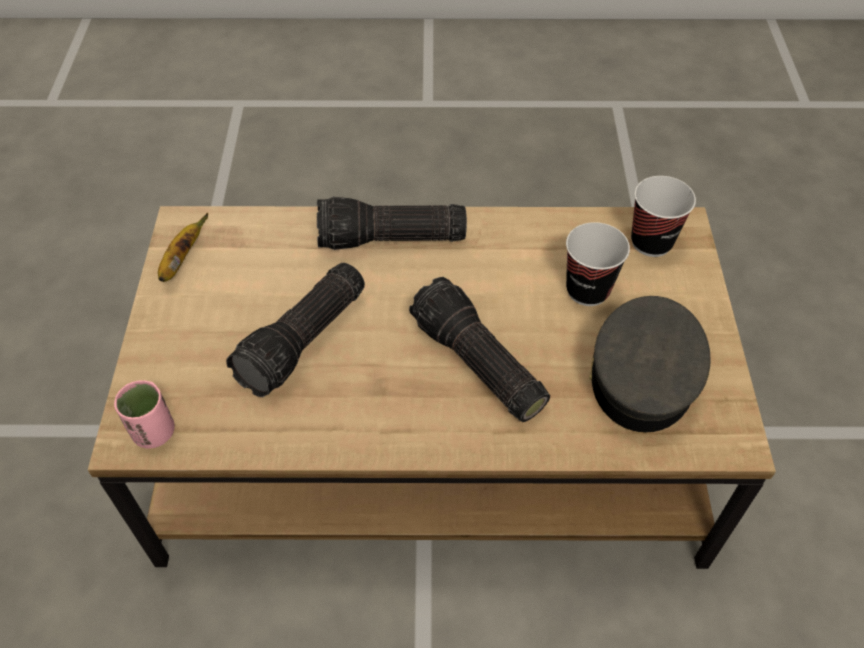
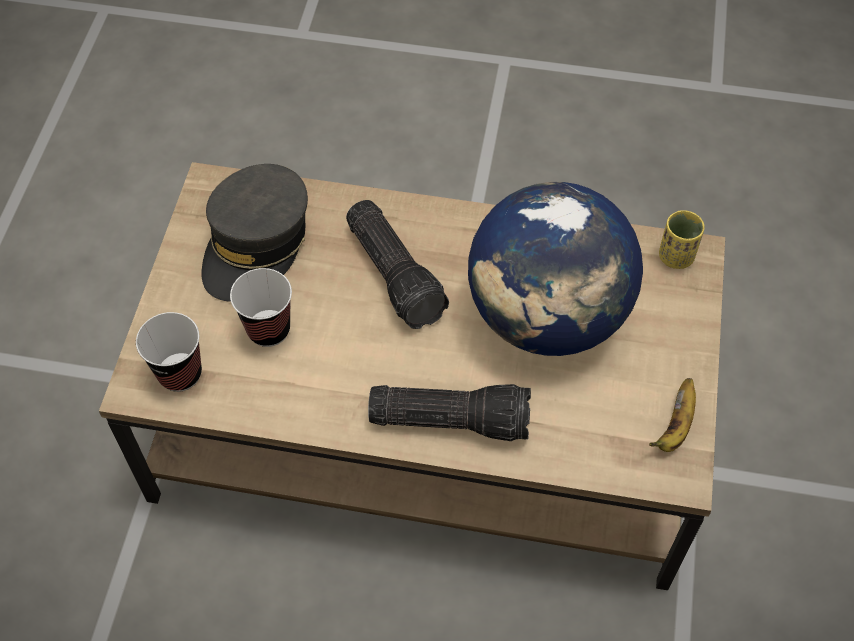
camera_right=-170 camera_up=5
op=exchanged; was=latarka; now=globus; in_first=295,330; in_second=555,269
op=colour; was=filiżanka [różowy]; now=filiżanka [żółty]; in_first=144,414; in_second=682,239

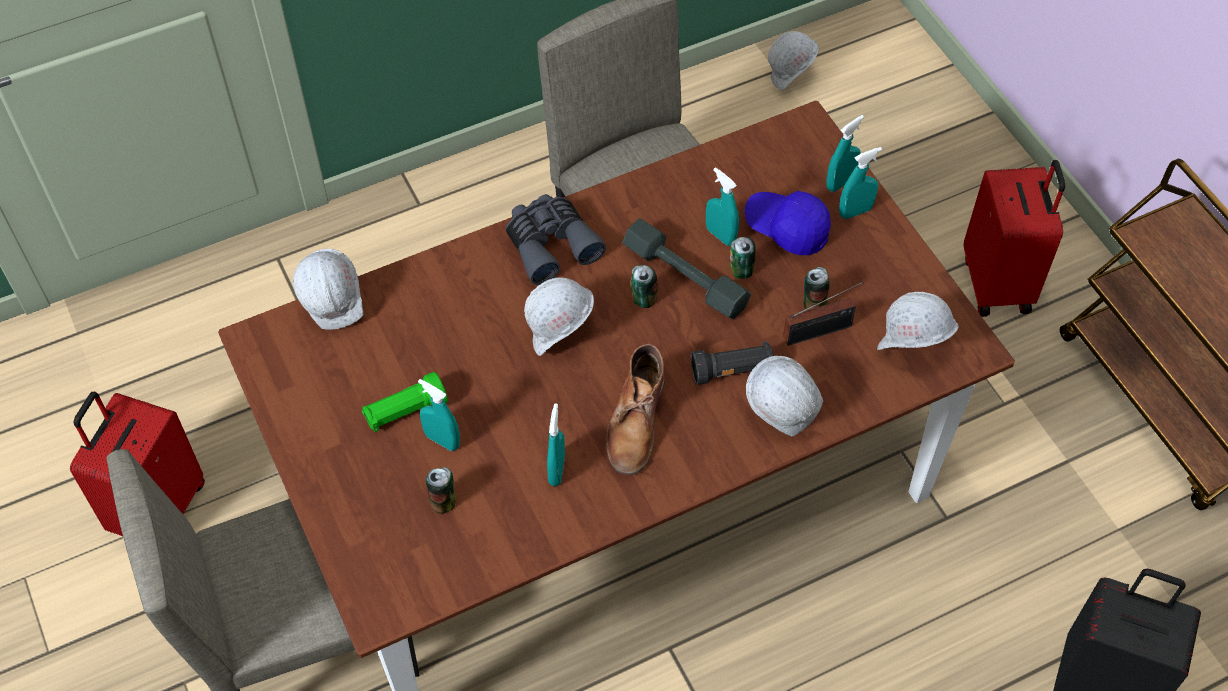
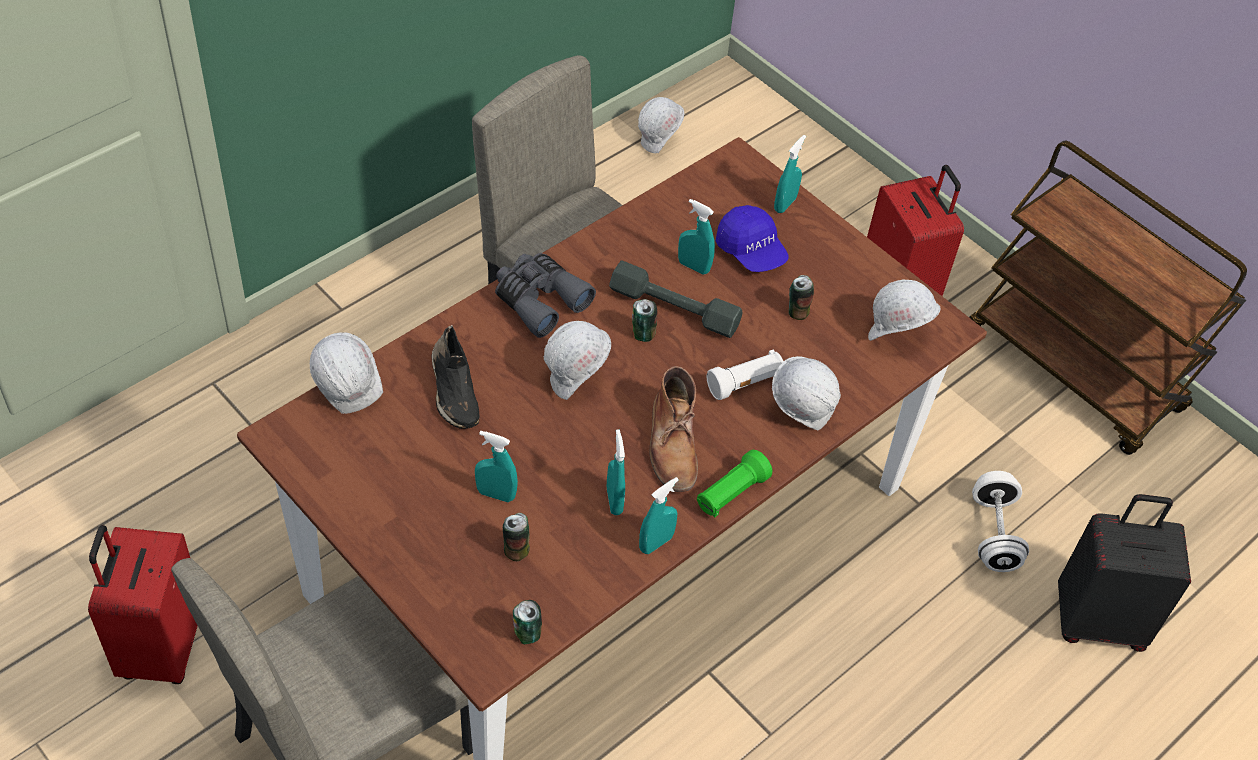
camera_right=-20 camera_up=-5
op=appeared; now=but [czarny]; in_second=455,377
op=relocated; was=puszka; in_first=743,258; in_second=527,622
op=relocated; was=spryskiwacz [turkusowy]; in_first=860,183; in_second=659,515
op=relocated; was=latarka [zielony]; in_first=405,402; in_second=734,483
op=colour; was=latarka [czarny]; now=latarka [biały]; in_first=732,363; in_second=745,375
op=spun; was=czapka z daszkiem [niebieski]; in_first=788,223; in_second=752,238; clockwise=-135
op=appeared; now=hantel [biały]; in_second=1000,521
op=missing; was=radio; in_first=823,313

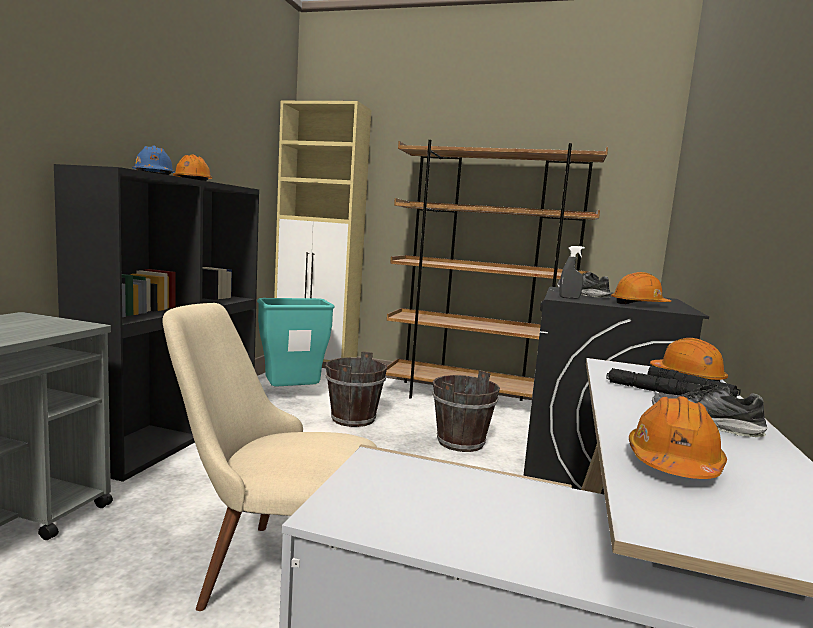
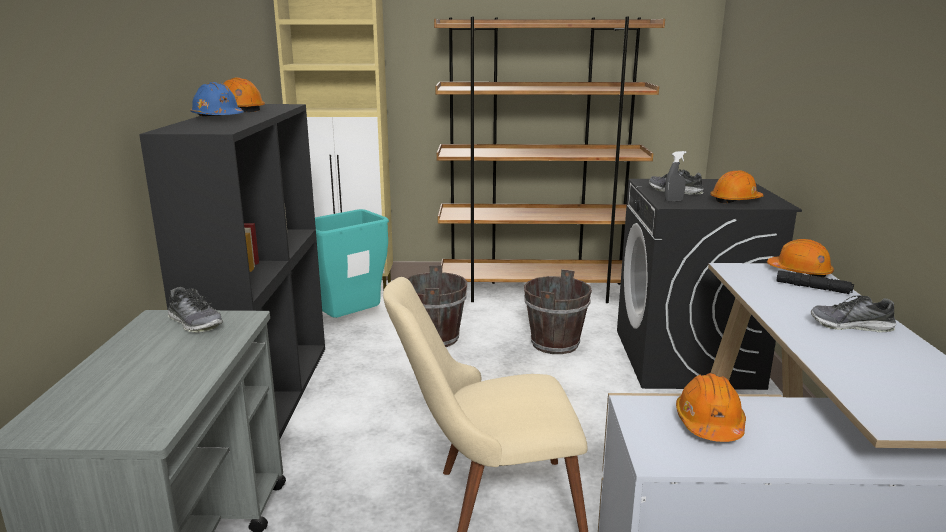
camera_right=-15 camera_up=10
op=appeared; now=but; in_second=195,310
op=relocated; was=kask [pomarańczowy]; in_first=678,437; in_second=711,407
op=missing; was=latarka [czarny]; in_first=653,381

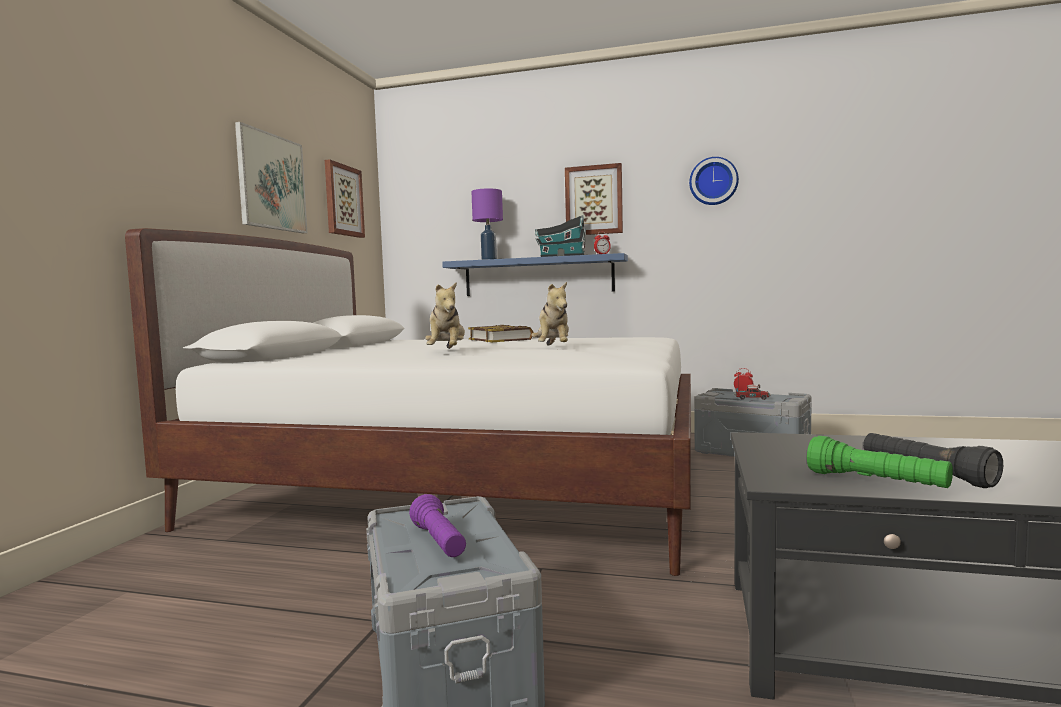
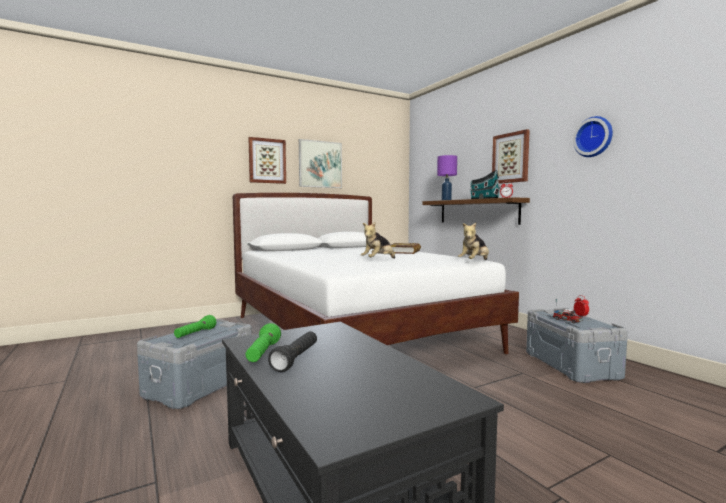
camera_right=45 camera_up=0
op=colour; was=latarka [fioletowy]; now=latarka [zielony]; in_first=437,525; in_second=195,326
op=relocated; was=obraz; in_first=345,198; in_second=267,160
op=colour; was=półka [niebieski]; now=półka [brązowy]; in_first=535,274; in_second=476,211
op=relocated; was=pluszak; in_first=445,315; in_second=473,241

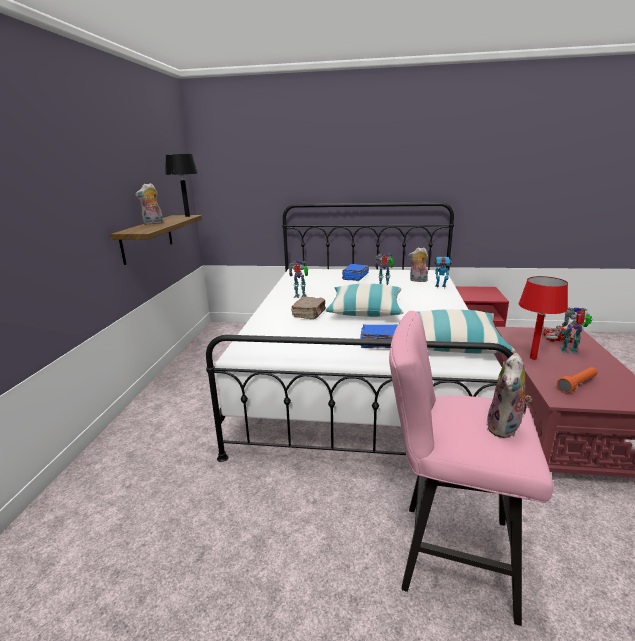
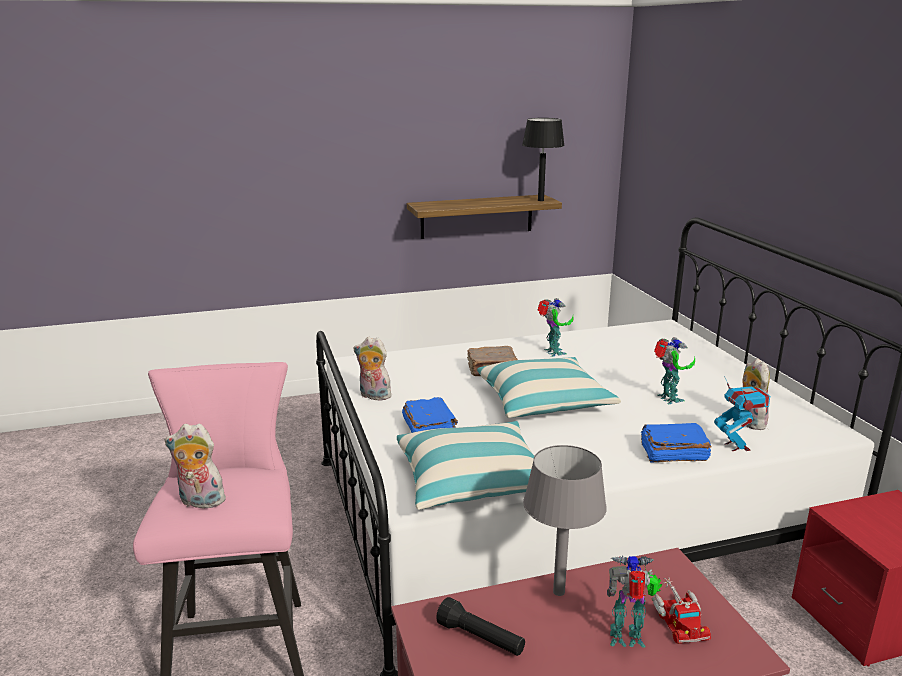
camera_right=65 camera_up=0
op=relocated; was=pluszak; in_first=149,204; in_second=373,368
op=colour; was=latarka [pomarańczowy]; now=latarka [czarny]; in_first=577,380; in_second=480,626
op=colour; was=lampa stołowa [czerwony]; now=lampa stołowa [szary]; in_first=543,318; in_second=565,520
op=spun; was=robot zabawkowy; in_first=576,331; in_second=634,601; clockwise=-75
op=relocated; was=książka [niebieski]; in_first=355,272; in_second=676,442

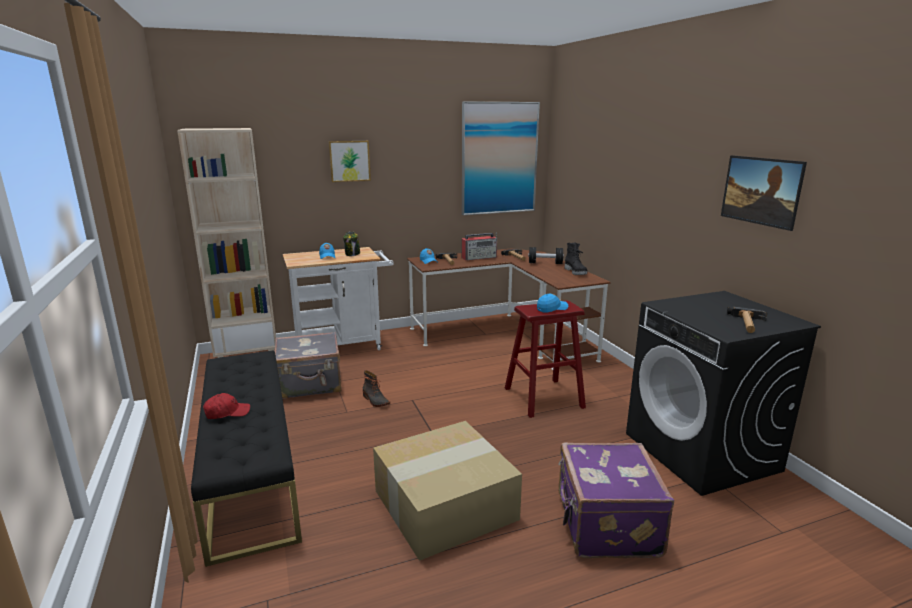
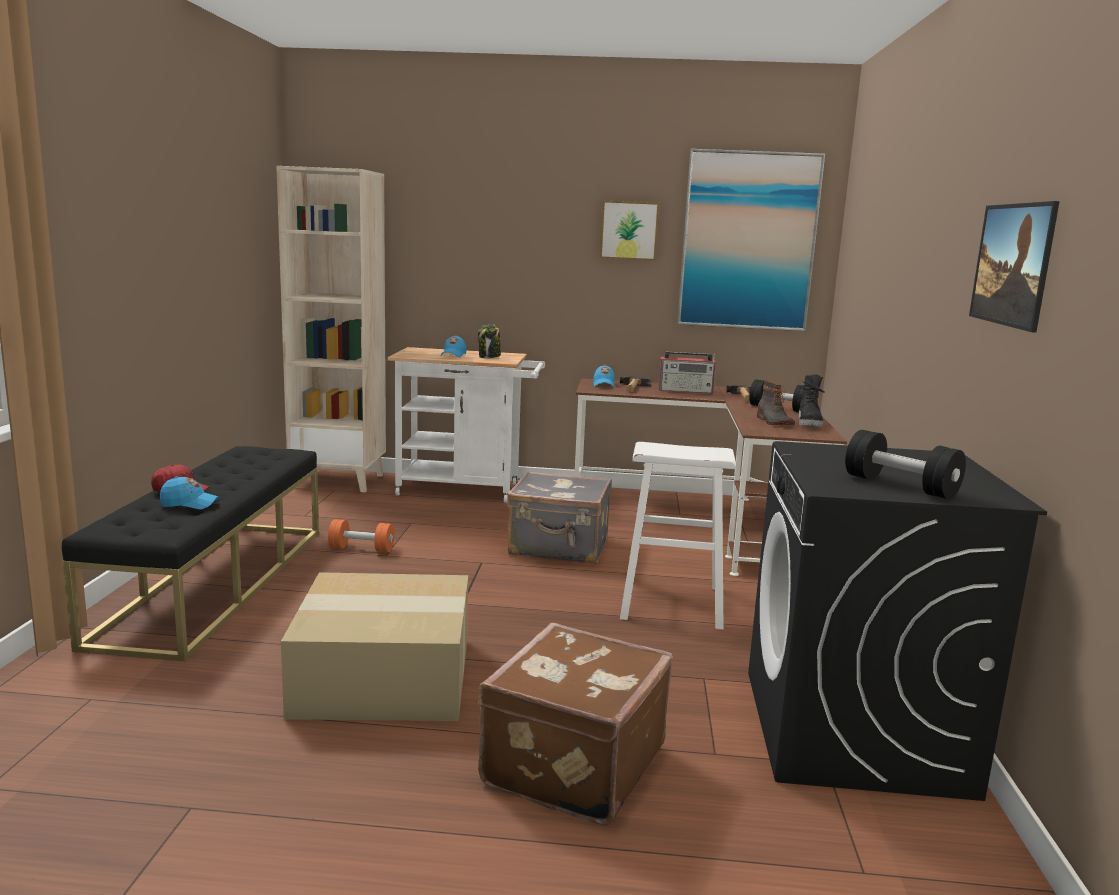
camera_right=25 camera_up=-5
op=relocated; was=czapka z daszkiem [niebieski]; in_first=552,303; in_second=190,492
op=appeared; now=hantel [pomarańczowy]; in_second=361,535
op=colour; was=walizka [fioletowy]; now=walizka [brązowy]; in_first=616,500; in_second=575,724
op=relocated; was=walizka [szary]; in_first=307,365; in_second=559,517
op=relocated; was=obraz; in_first=349,161; in_second=630,230
op=colour; was=stołek [czerwony]; now=stołek [biały]; in_first=545,359; in_second=678,536
op=relocated; was=but z cholewką; in_first=376,388; in_second=776,402
op=exchanged; was=młotek; now=hantel [czarny]; in_first=747,319; in_second=905,464

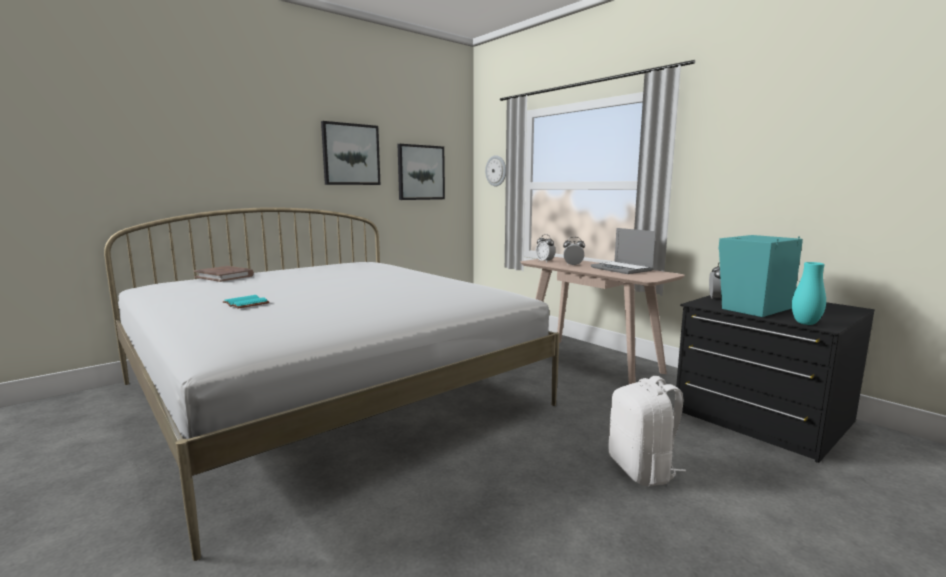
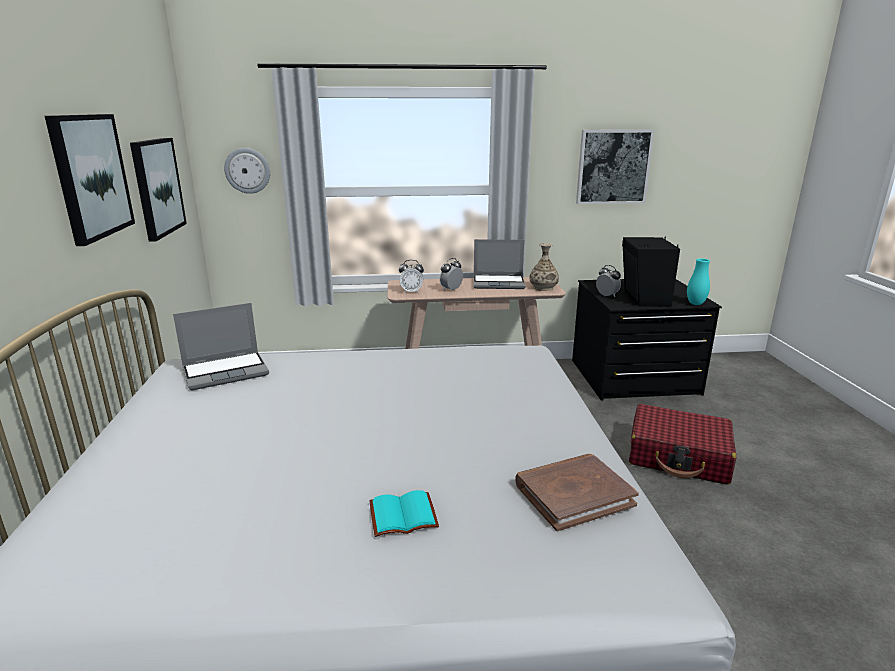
camera_right=-55 camera_up=10
op=appeared; now=laptop; in_second=221,346
op=relocated; was=książka [brązowy]; in_first=224,274; in_second=577,492
op=appeared; now=wazon; in_second=544,267
op=appeared; now=obraz; in_second=615,166
op=colour; was=głośnik [turkusowy]; now=głośnik [czarny]; in_first=760,276; in_second=651,271
op=exchanged; was=plecak [biały]; now=walizka [czerwony]; in_first=647,431; in_second=682,444

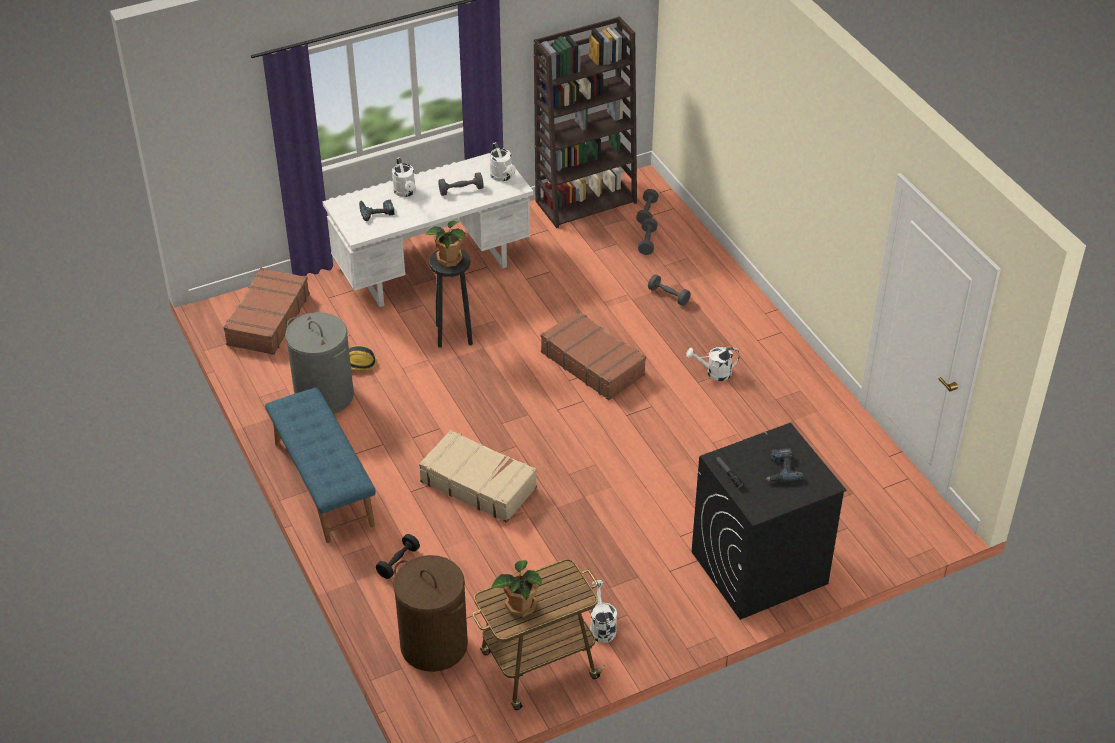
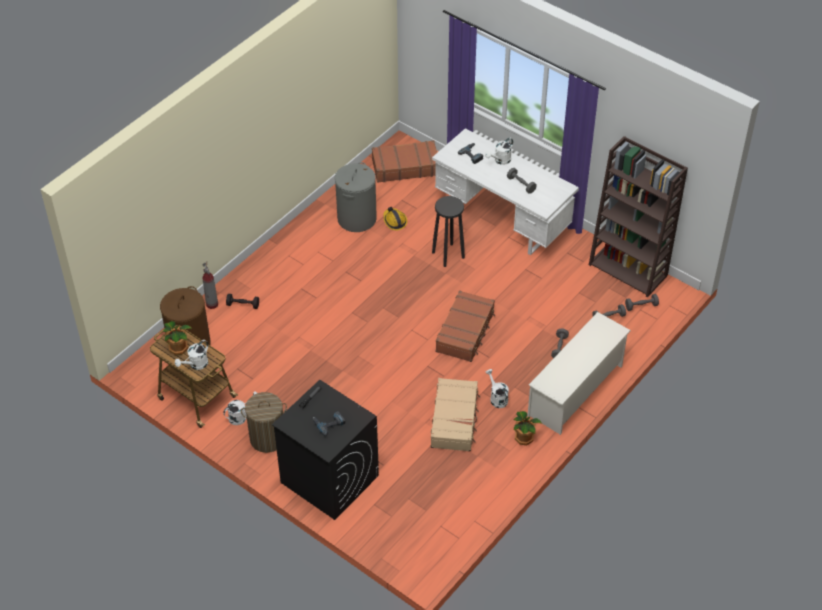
camera_right=65 camera_up=5
op=relocated; was=konewka [biały]; in_first=502,161; in_second=191,355
op=appeared; now=gaśnica; in_second=210,285
op=appeared; now=kosz na pranie; in_second=264,422
op=relocated; was=walizka [beżowy]; in_first=478,476; in_second=455,415
op=relocated; was=roślina doniczkowa; in_first=445,244; in_second=528,428
op=appeared; now=regał na buty [biały]; in_second=579,373
op=missing; was=ławka [niebieski]; in_first=320,465

